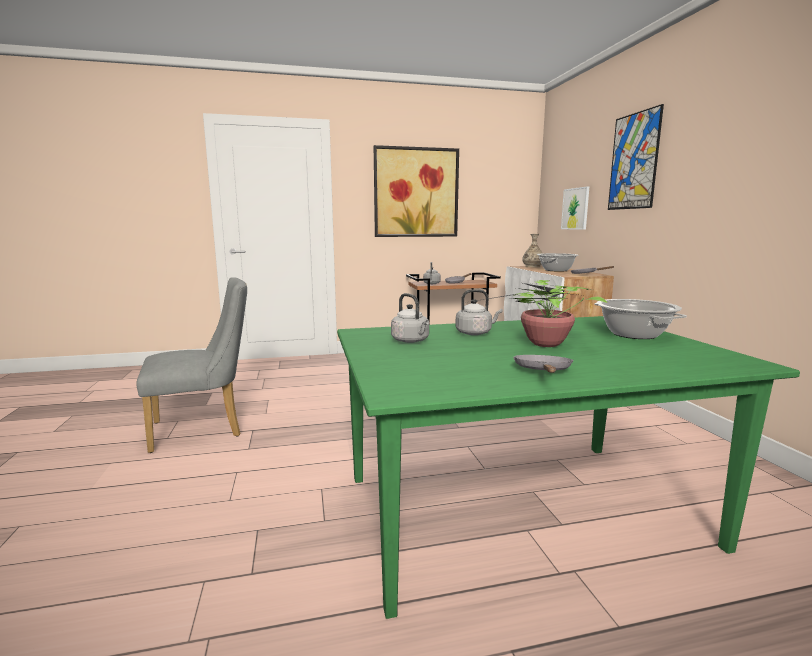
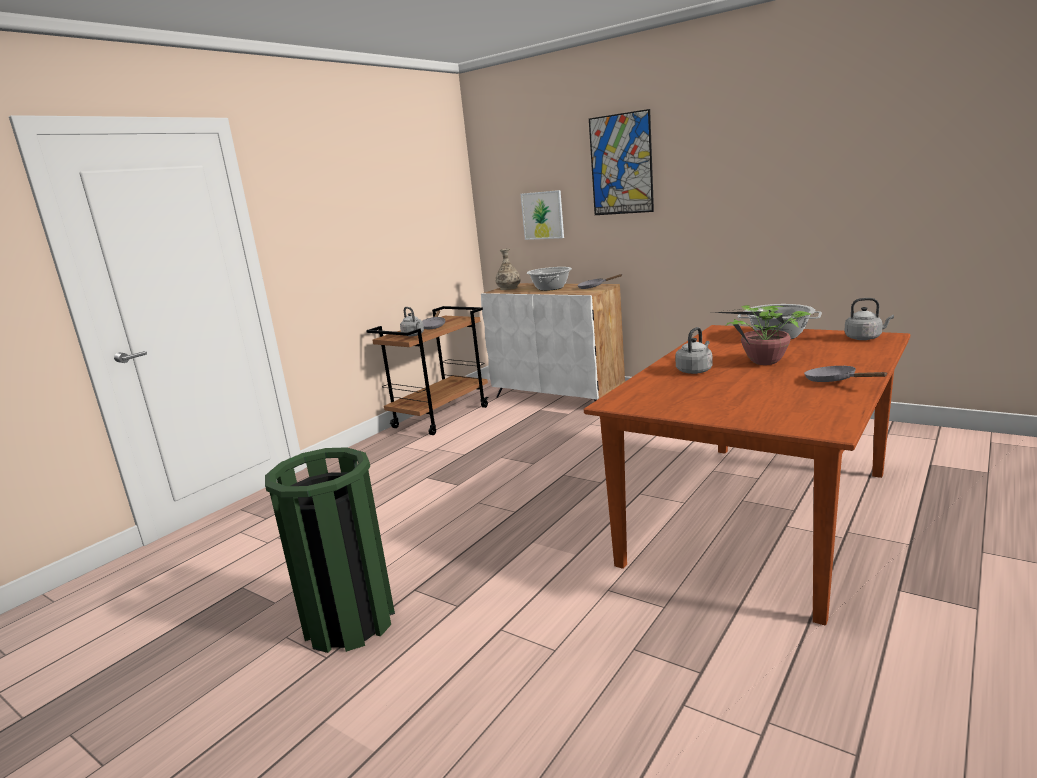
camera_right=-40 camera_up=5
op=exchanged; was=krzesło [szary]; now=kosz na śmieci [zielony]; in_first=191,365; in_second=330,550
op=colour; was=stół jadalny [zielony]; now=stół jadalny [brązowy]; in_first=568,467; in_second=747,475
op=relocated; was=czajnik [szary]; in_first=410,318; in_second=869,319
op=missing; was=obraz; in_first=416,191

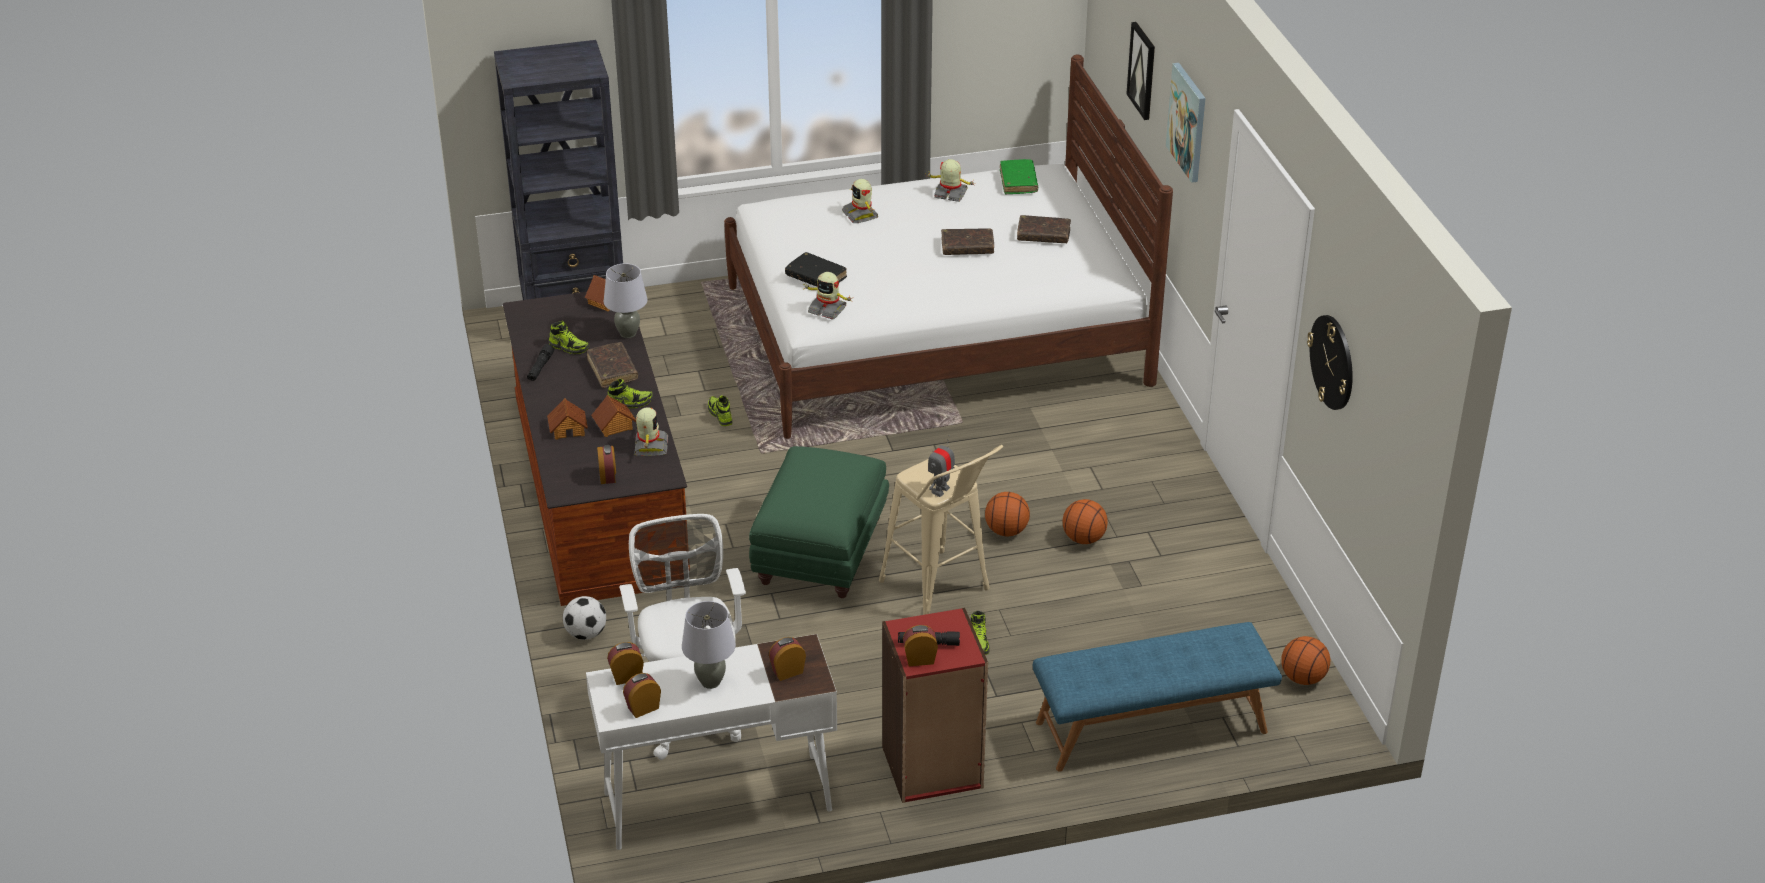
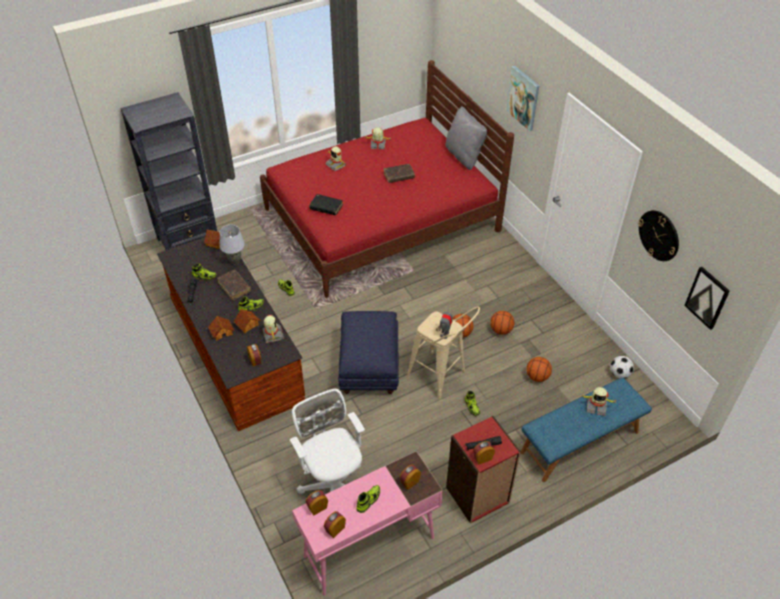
camera_right=-15 camera_up=10
op=colour; was=łóżko [biały]; now=łóżko [czerwony]; in_first=948,247; in_second=387,179
op=colour; was=biurko [biały]; now=biurko [różowy]; in_first=711,742; in_second=367,523
op=colour; was=pufa [zielony]; now=pufa [niebieski]; in_first=819,522; in_second=368,352
op=exchanged; was=lampa stołowa [szary]; now=but; in_first=709,645; in_second=368,499
op=appeared; now=poduszka [szary]; in_second=466,138
op=relocated; was=piłka do koszykówki; in_first=1305,660; in_second=539,369
op=relocated; was=robot zabawkowy; in_first=827,296; in_second=598,401
op=relocated; was=piłka futbolowa; in_first=584,618; in_second=622,367
op=relocated; was=obraz; in_first=1140,71; in_second=707,298
op=missing; was=książka [zielony]; in_first=1019,176
op=missing; was=książka [brązowy]; in_first=1044,229

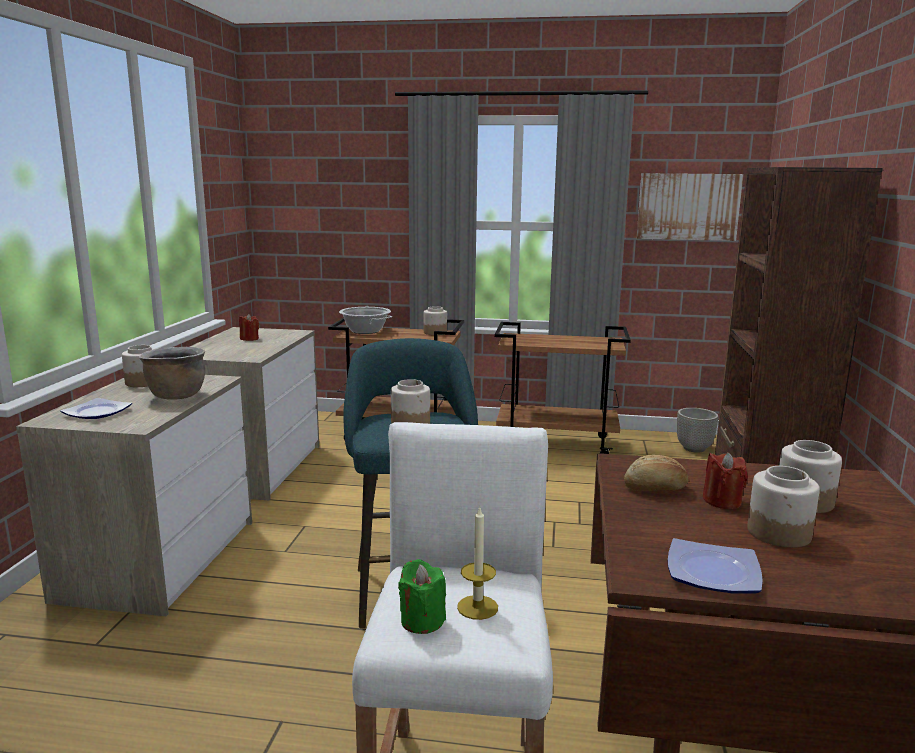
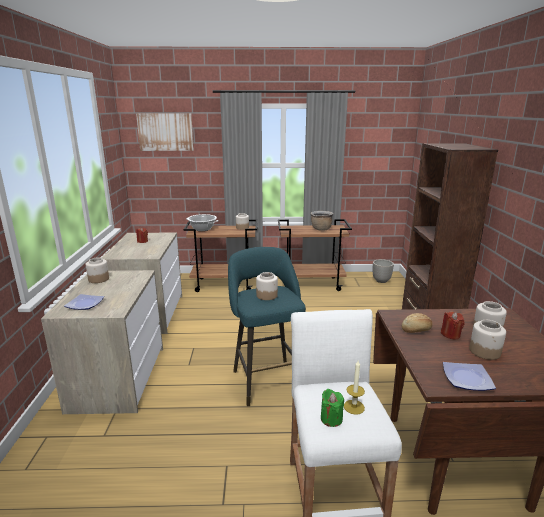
camera_right=-10 camera_up=5
op=relocated; was=obraz; in_first=690,207; in_second=165,132
op=relocated; was=garnek [brązowy]; in_first=172,373; in_second=321,221

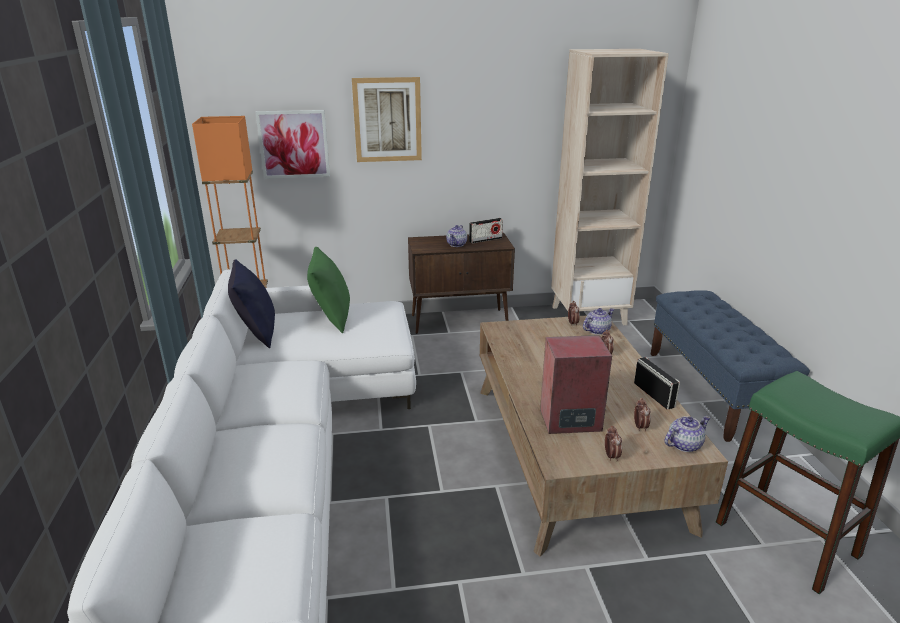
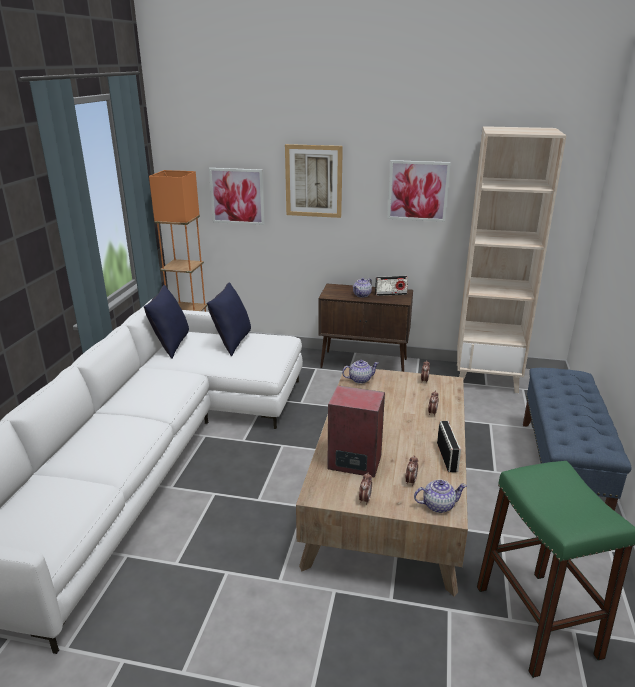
camera_right=20 camera_up=0
op=colour; was=poduszka [zielony]; now=poduszka [niebieski]; in_first=328,290; in_second=229,319
op=relocated; was=imbryk; in_first=599,321; in_second=360,372
op=appeared; now=obraz; in_second=419,191

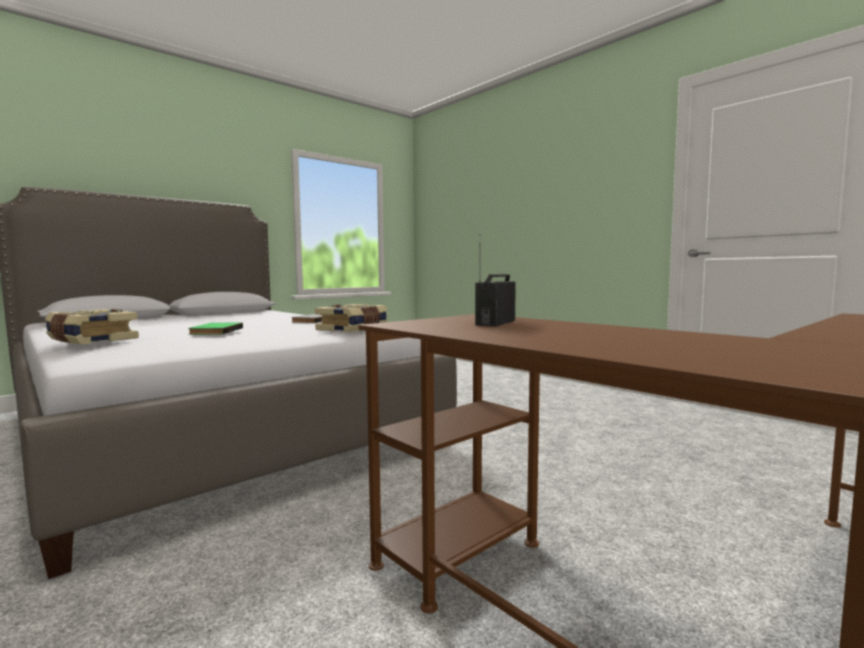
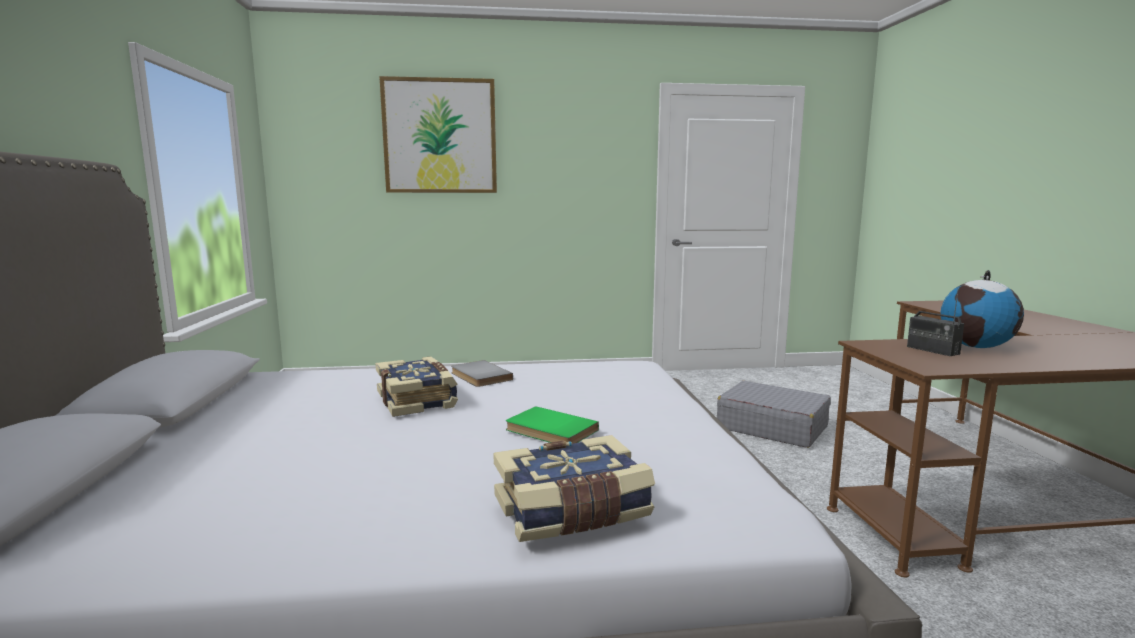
camera_right=-55 camera_up=5
op=relocated; was=książka; in_first=351,318; in_second=416,387
op=appeared; now=obraz; in_second=438,134
op=appeared; now=walizka [szary]; in_second=774,414
op=appeared; now=globus; in_second=982,309

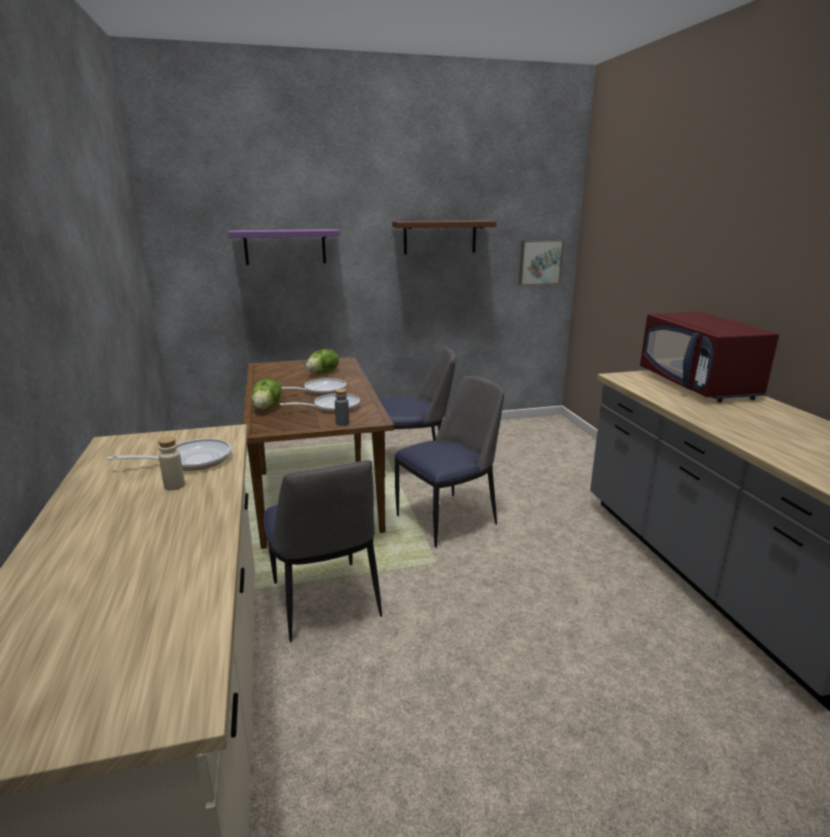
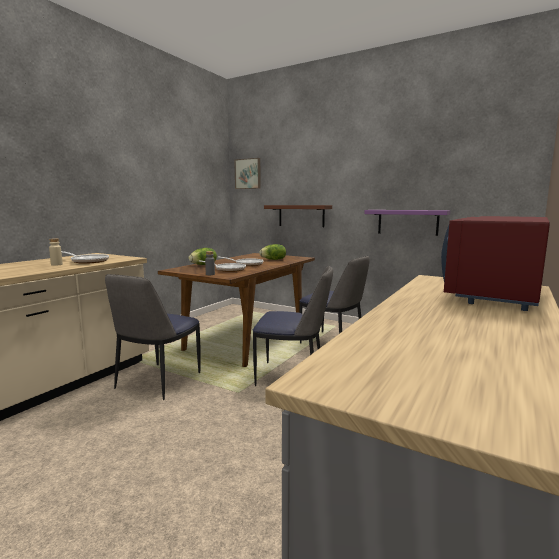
camera_right=45 camera_up=-10
op=relocated; was=obraz; in_first=541,262; in_second=247,173
op=relocated; was=półka [brązowy]; in_first=444,237; in_second=298,216
op=relocated; was=półka [fioletowy]; in_first=284,247; in_second=407,223

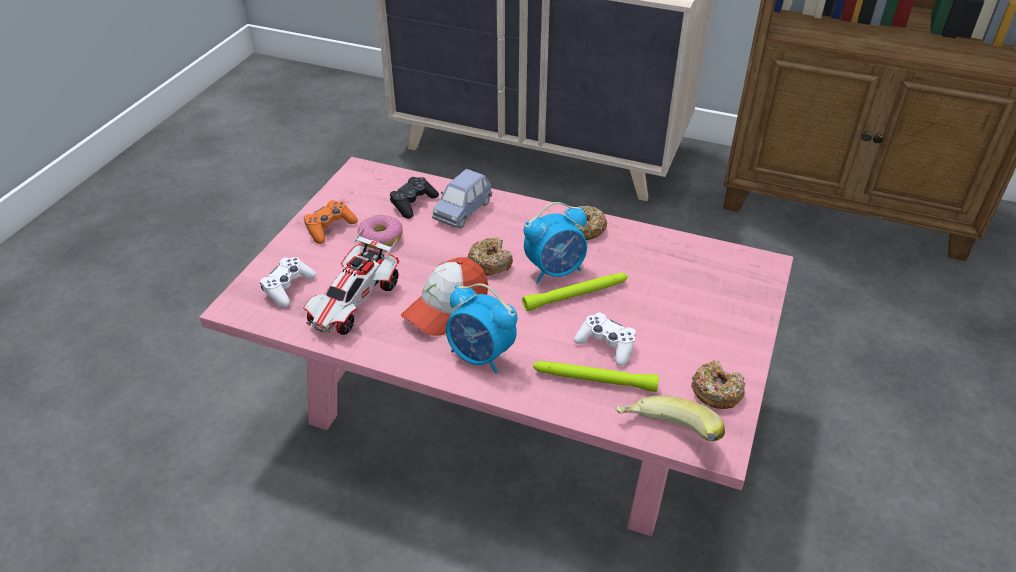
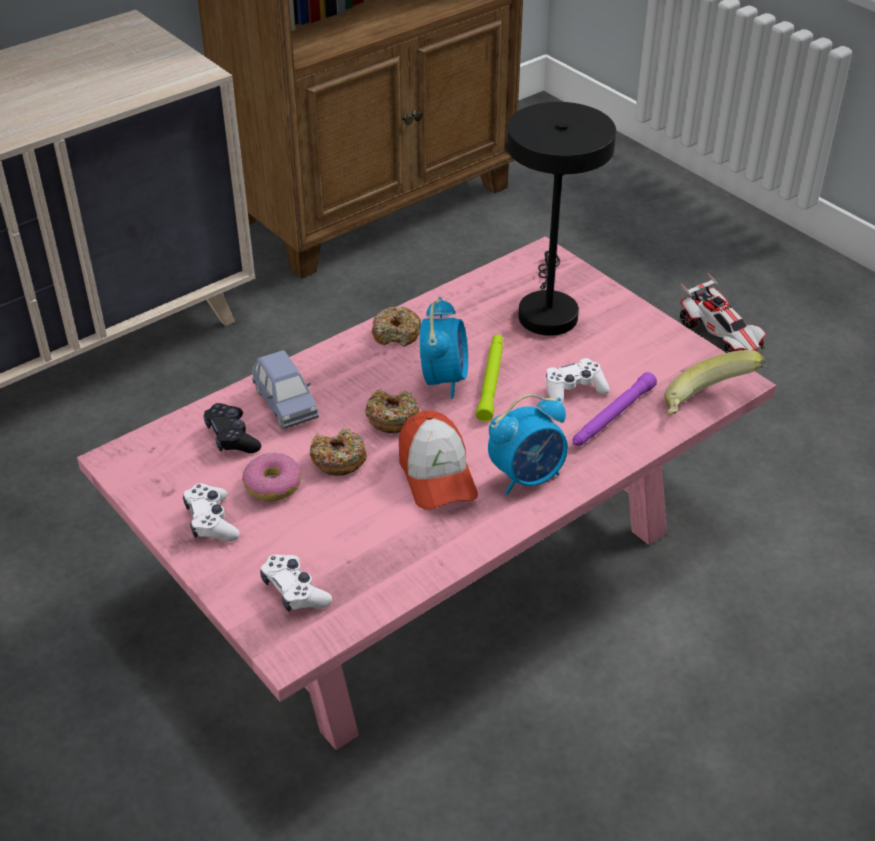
camera_right=-60 camera_up=0
op=colour; was=pad do gier [pomarańczowy]; now=pad do gier [biały]; in_first=331,222; in_second=211,512
op=relocated; was=donut; in_first=718,384; in_second=338,452
op=appeared; now=lampa stołowa [czarny]; in_second=561,219
op=colour; was=latarka [zielony]; now=latarka [fioletowy]; in_first=596,376; in_second=615,409
op=relocated; was=samochodzik; in_first=351,281; in_second=723,313

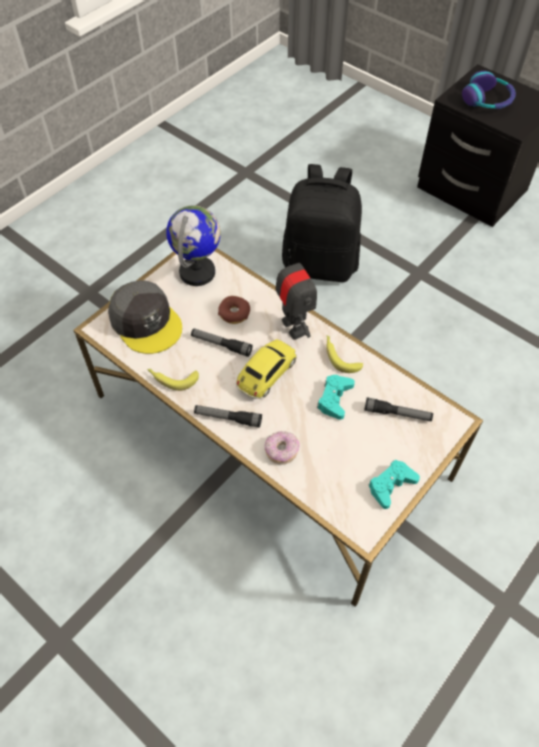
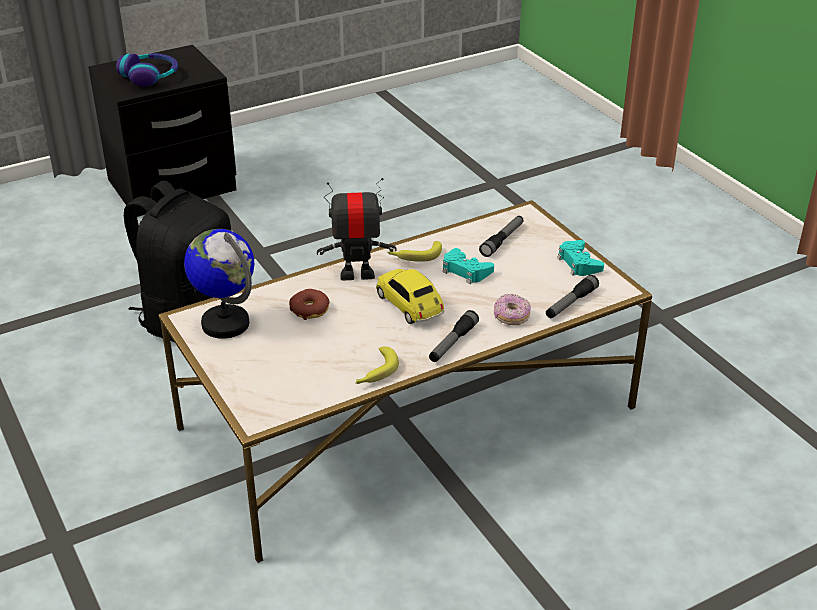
camera_right=-70 camera_up=-20
op=relocated; was=latarka; in_first=222,342; in_second=572,296
op=missing; was=czapka z daszkiem [szary]; in_first=145,317

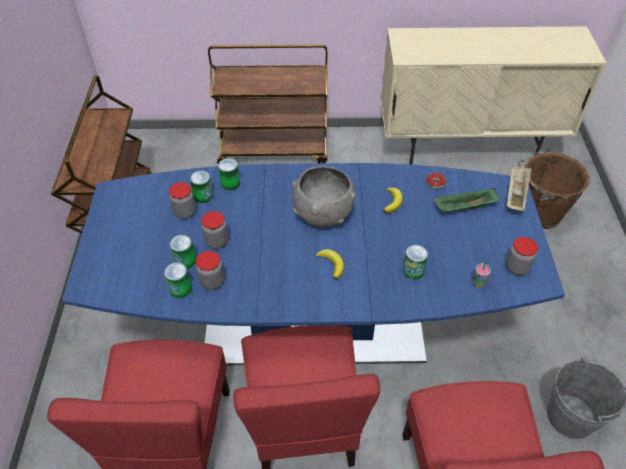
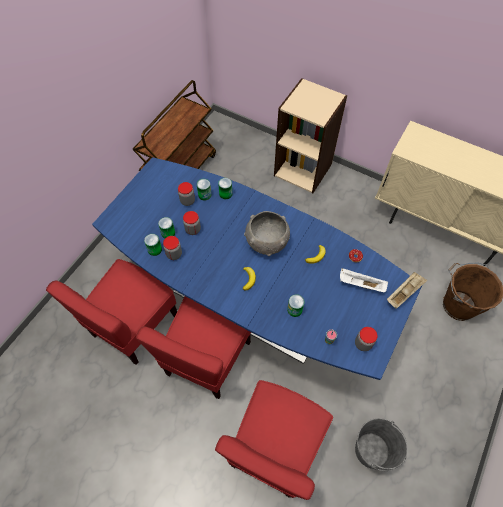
camera_right=30 camera_up=10
op=exchanged; was=wózek [brązowy]; now=regał [beżowy]; in_first=267,104; in_second=310,135
op=colour; was=taca [zielony]; now=taca [biały]; in_first=467,200; in_second=364,280

